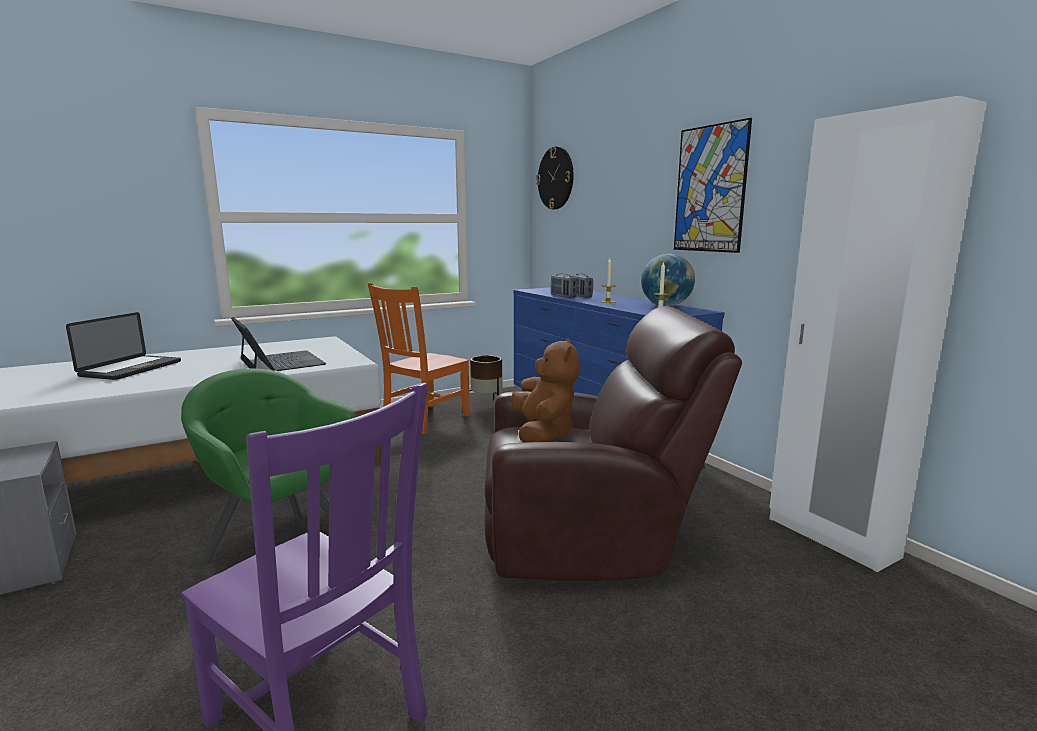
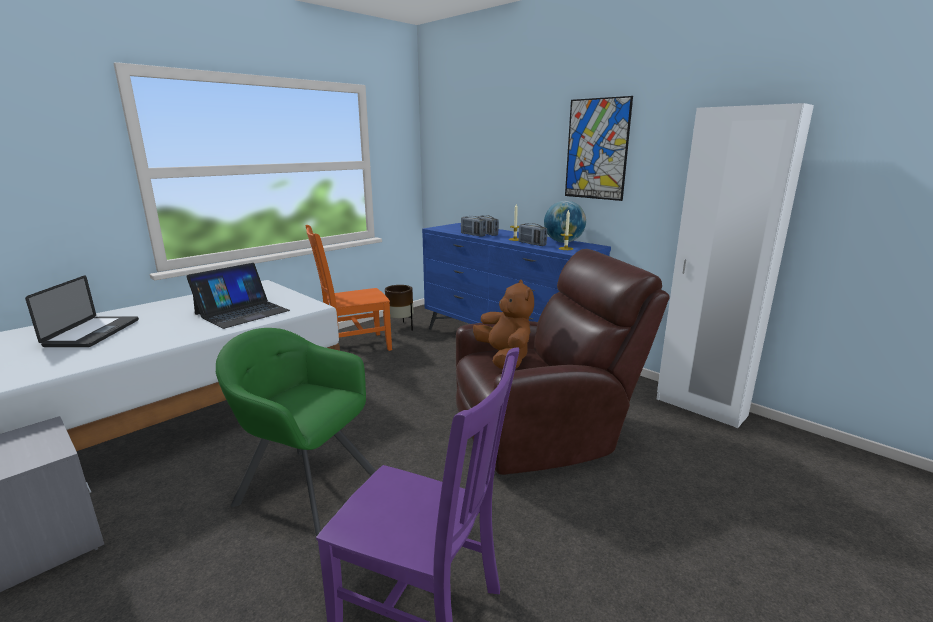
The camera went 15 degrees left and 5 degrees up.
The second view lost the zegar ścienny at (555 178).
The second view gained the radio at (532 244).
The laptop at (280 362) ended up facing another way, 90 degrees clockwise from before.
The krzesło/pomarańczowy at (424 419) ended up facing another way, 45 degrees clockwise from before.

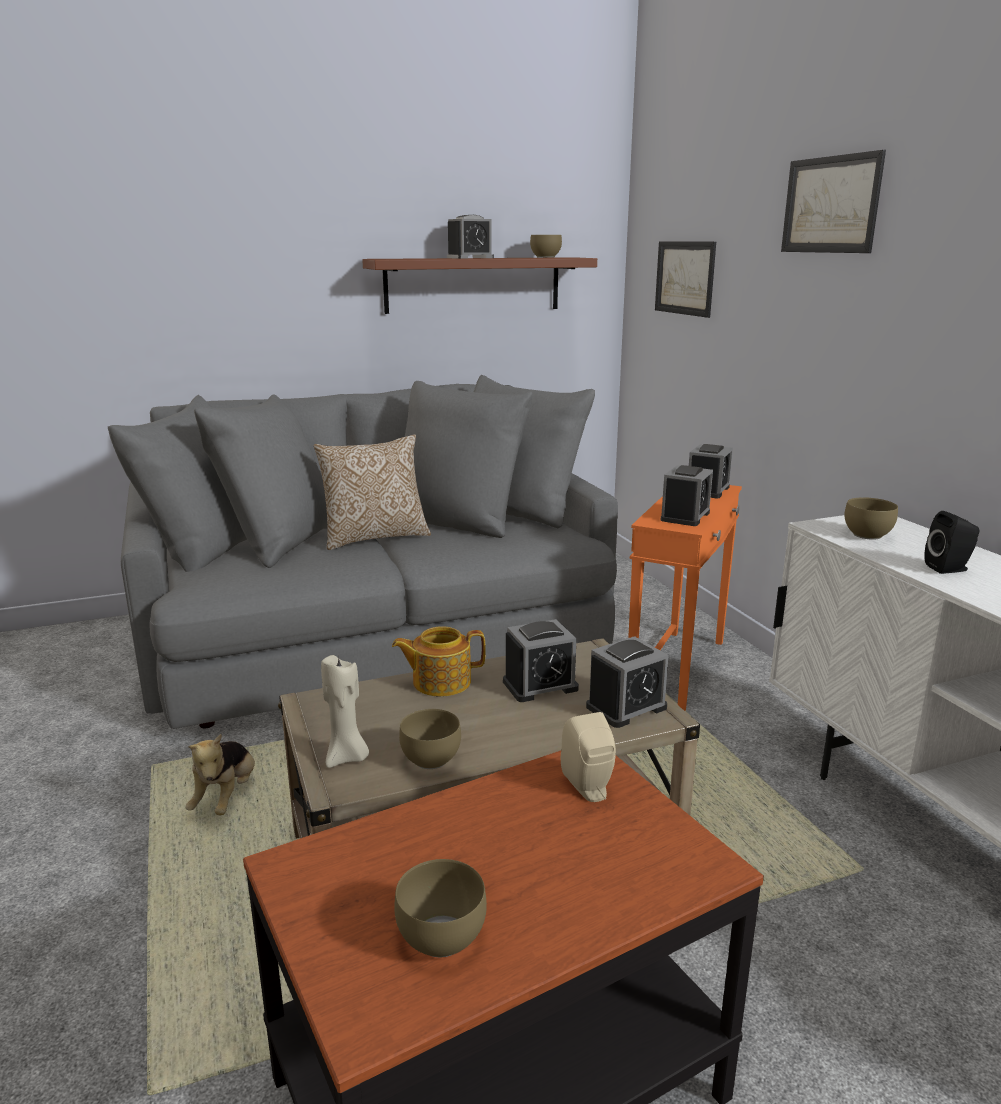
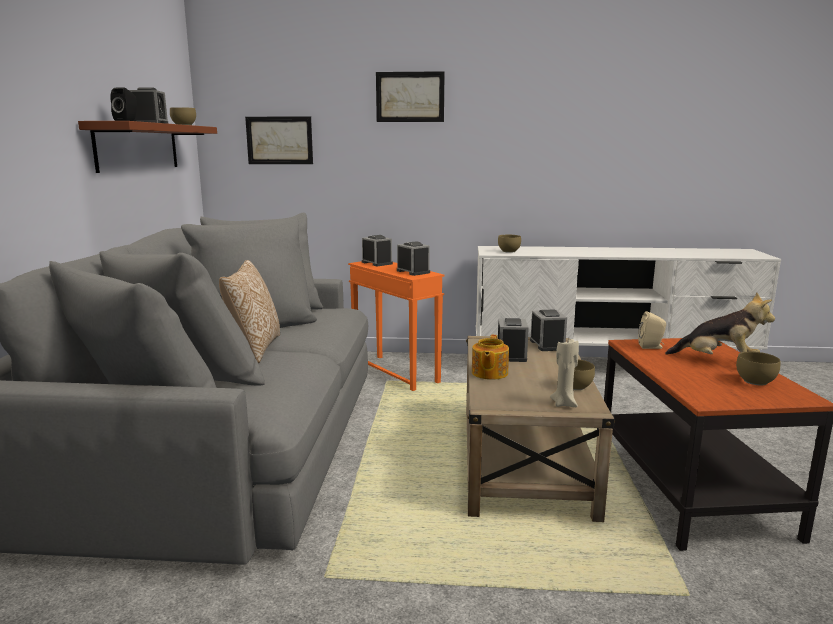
The camera went 65 degrees left and 5 degrees down.
The pluszak ended up elsewhere, having gone from (226 797) to (718 361).
The głośnik/czarny ended up elsewhere, having gone from (949 569) to (127 122).

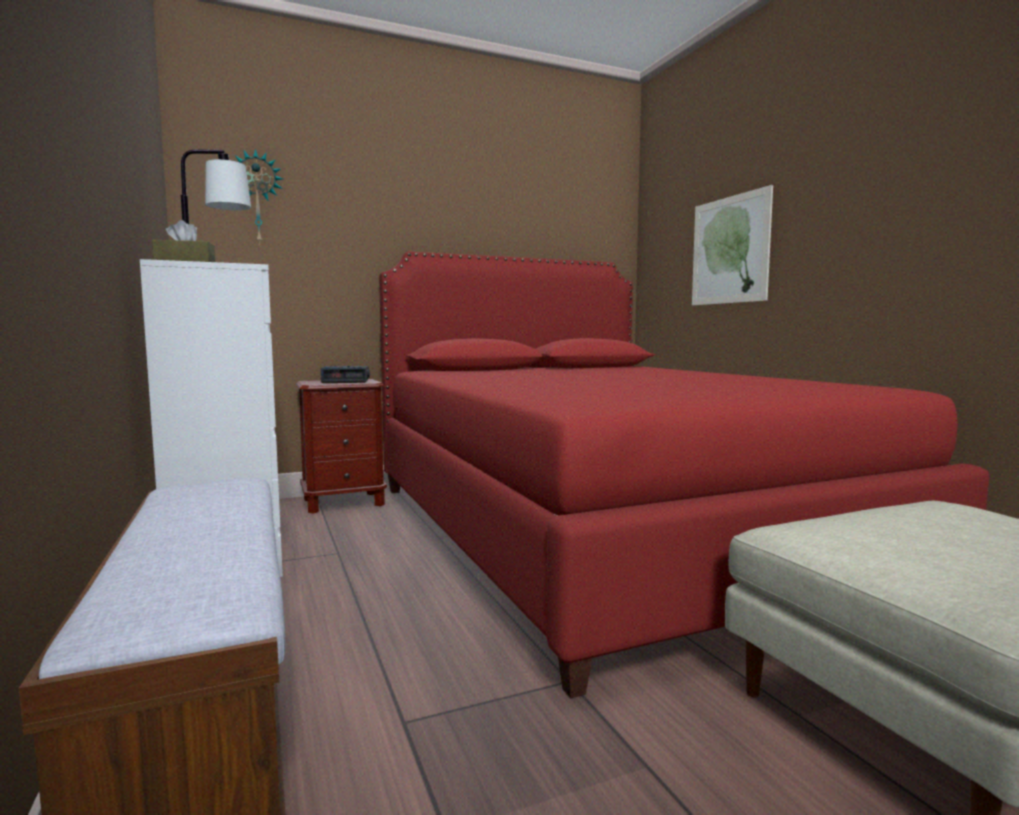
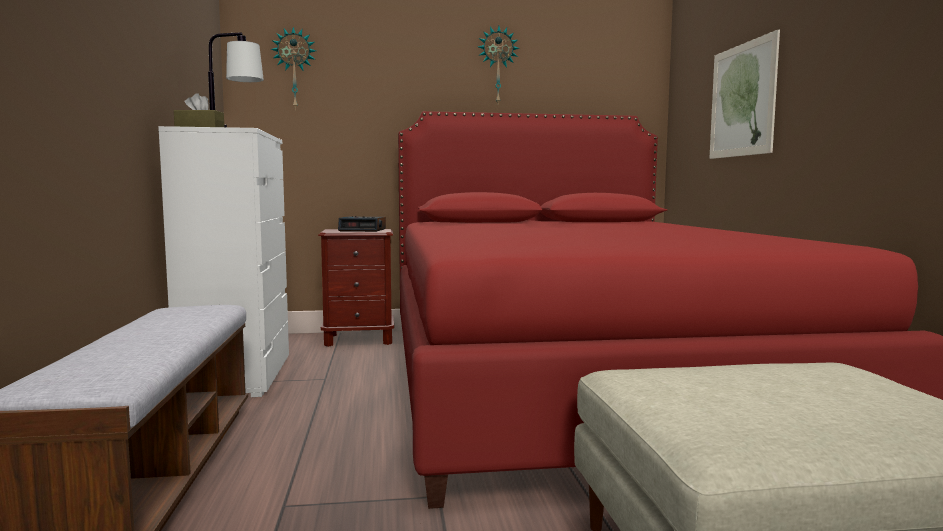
The camera went 15 degrees right and 0 degrees up.
The second view gained the zegar ścienny at (497 66).

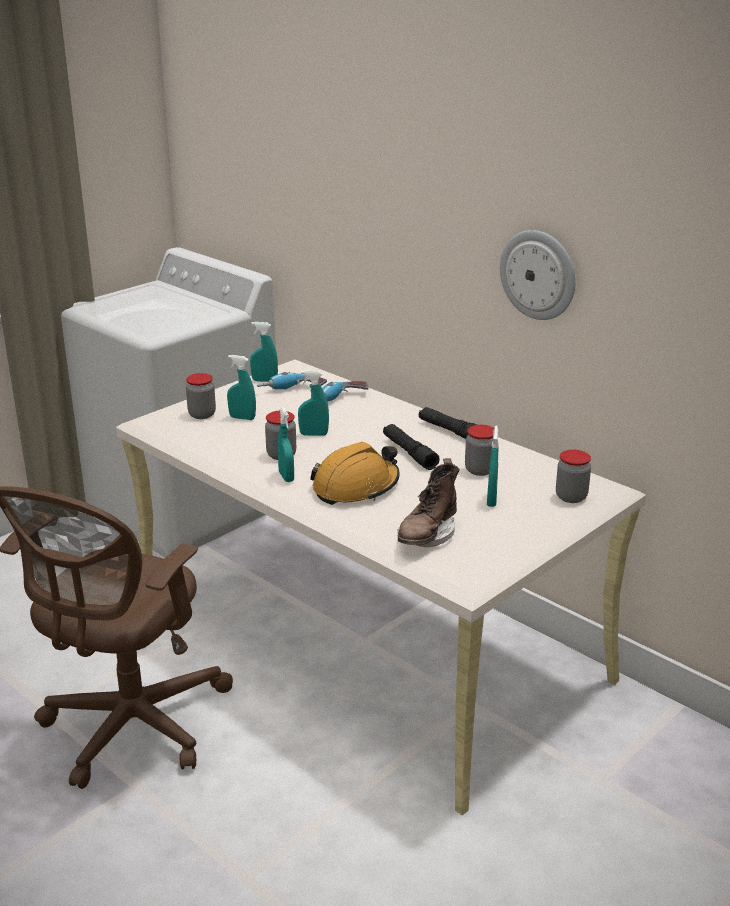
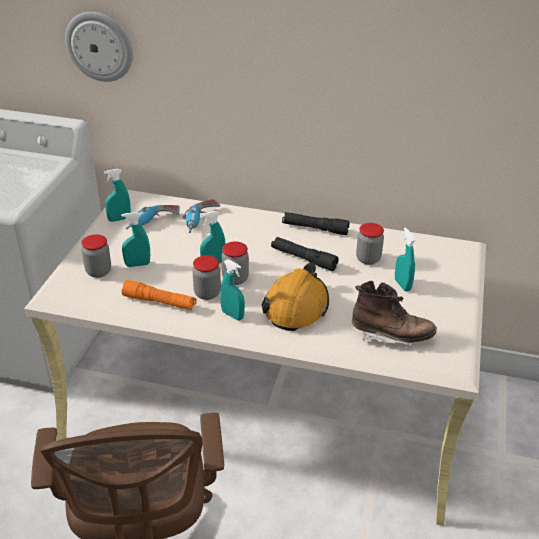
The camera went 30 degrees left and 10 degrees up.
The second view gained the latarka/pomarańczowy at (159 302).
The zegar ścienny ended up elsewhere, having gone from (538 274) to (100 46).
The słoik ended up elsewhere, having gone from (571 497) to (235 279).
The but z cholewką/brązowy at (427 536) ended up facing another way, 75 degrees counterclockwise from before.

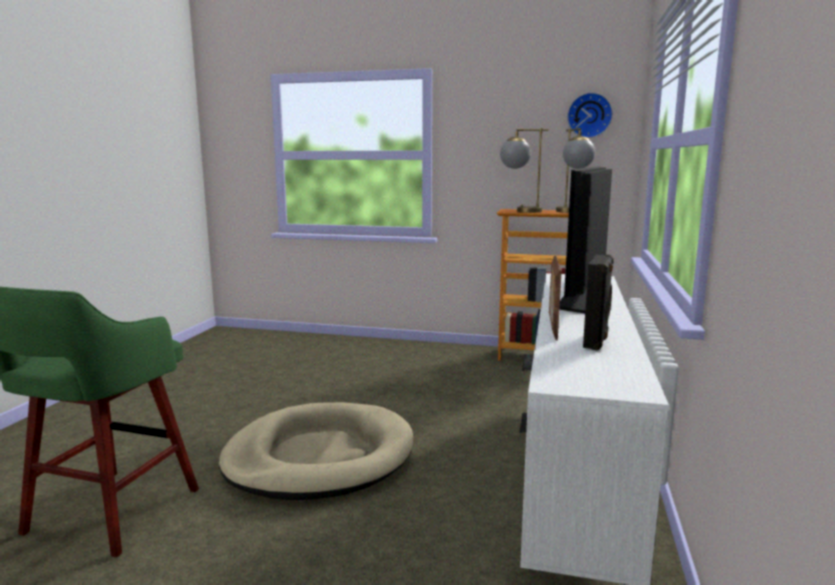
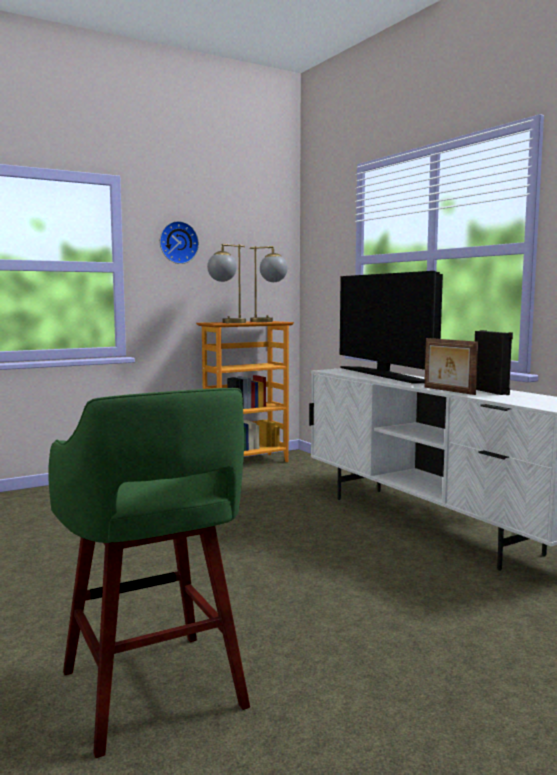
The camera went 45 degrees left and 5 degrees down.
The second view lost the legowisko/beżowy at (319 457).
The zegar ścienny ended up elsewhere, having gone from (589 115) to (178 242).

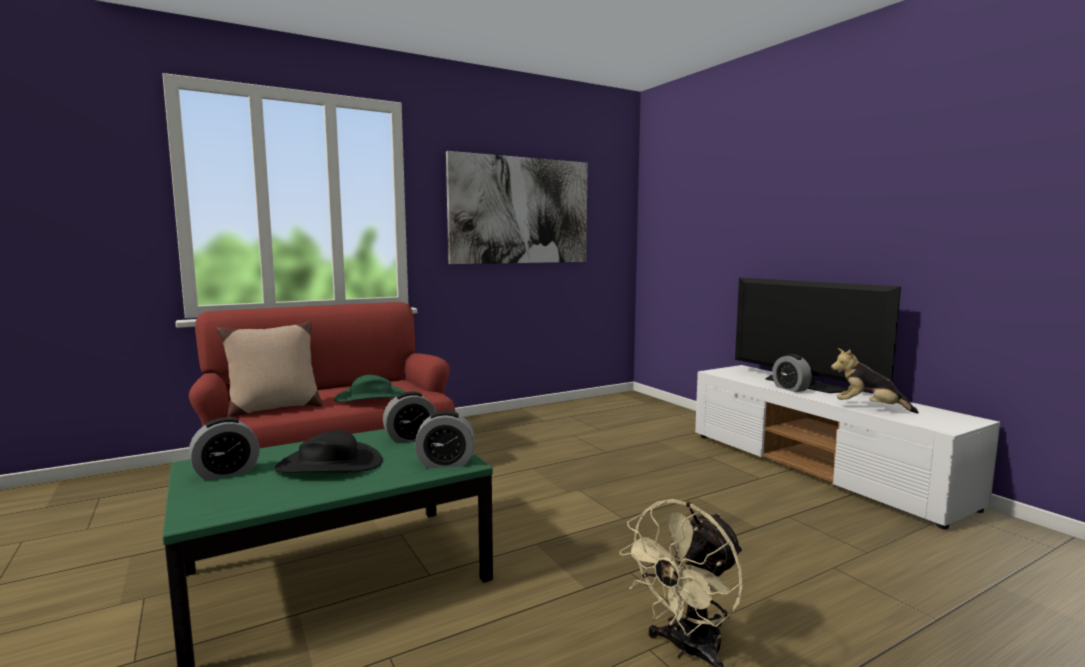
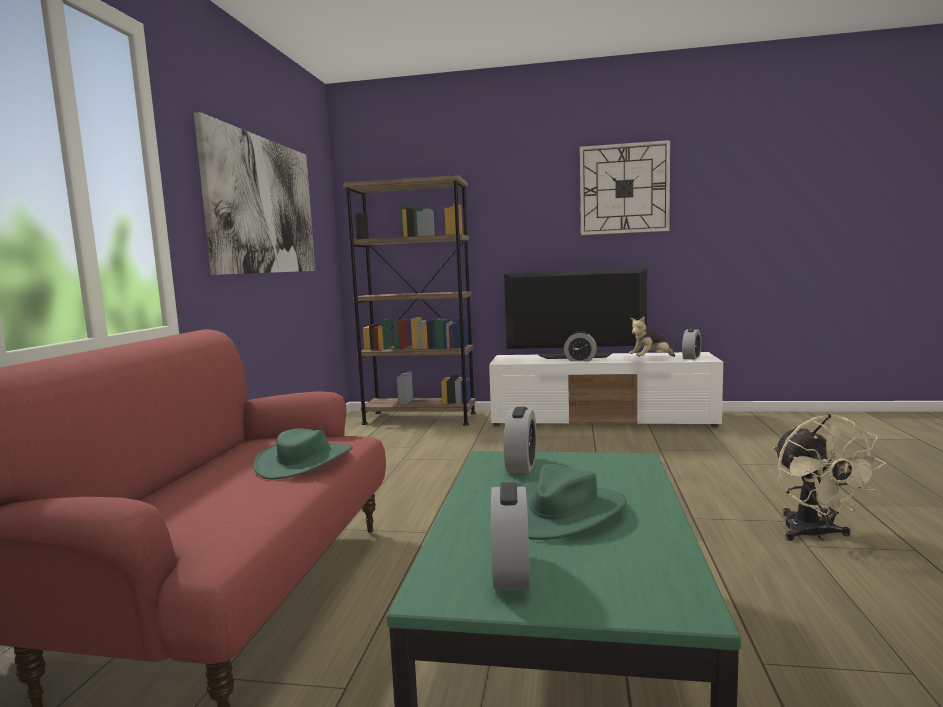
The camera went 50 degrees left and 0 degrees up.
The second view lost the poduszka/beżowy at (273 409).
The second view gained the regał/brązowy at (419 418).
The second view gained the zegar ścienny at (624 189).
The budzik ended up elsewhere, having gone from (445 463) to (691 357).
What was the kapelusz/czarny at (329 465) turned into the kapelusz/zielony at (563 511).

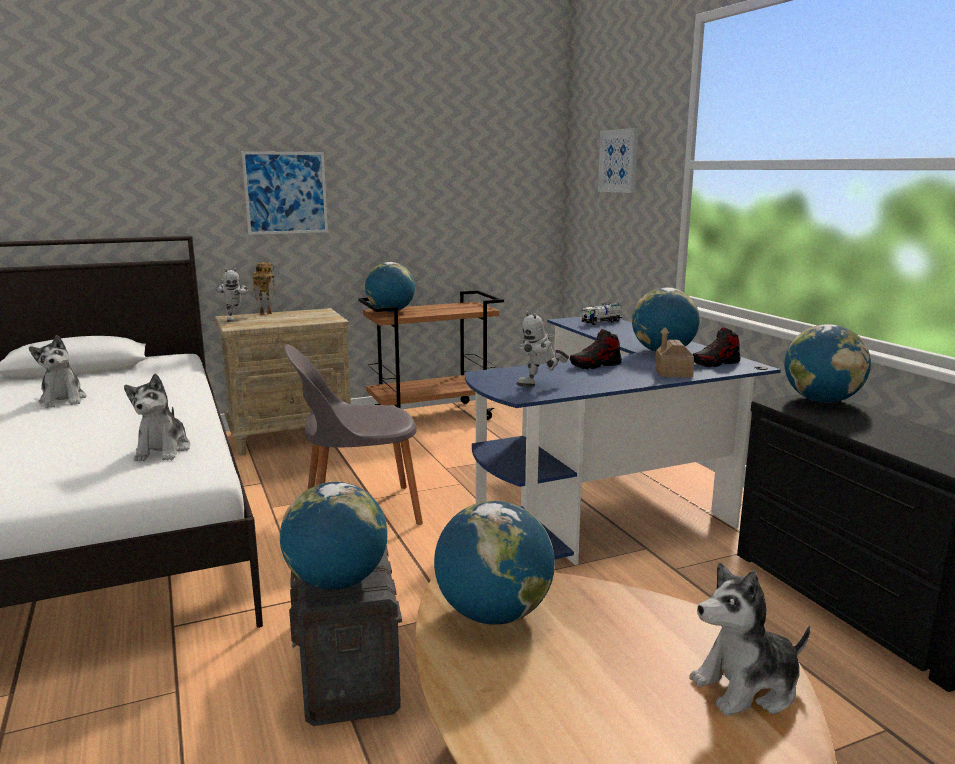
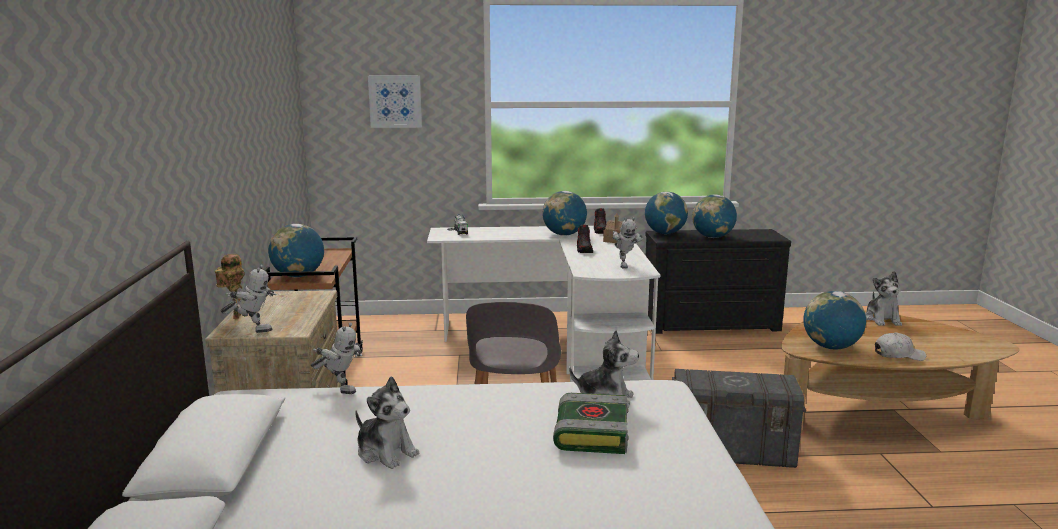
The camera went 70 degrees left and 0 degrees up.
The second view lost the obraz at (286 193).
The second view gained the robot zabawkowy at (340 389).
The second view gained the książka at (590 432).
The second view gained the czapka z daszkiem/biały at (898 355).
The globus ended up elsewhere, having gone from (336 582) to (713 237).
What was the biurko/niebieski at (612 498) turned into the biurko/biały at (560 344).
The pluszak at (63 400) ended up facing another way, 45 degrees clockwise from before.

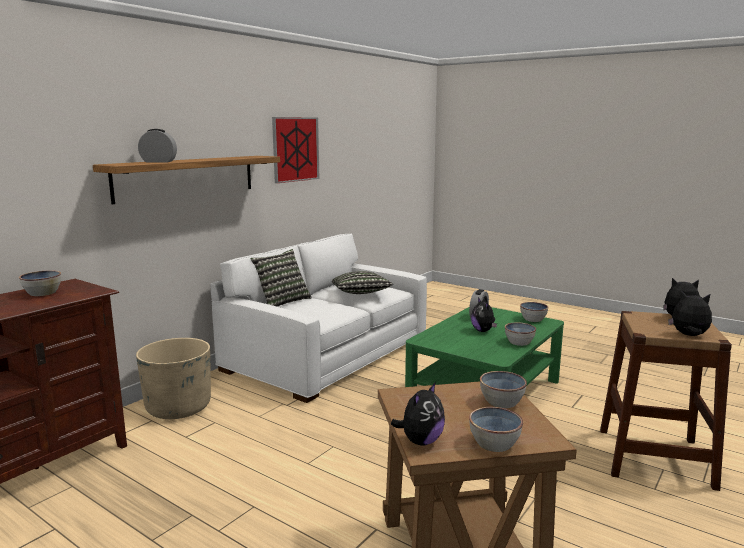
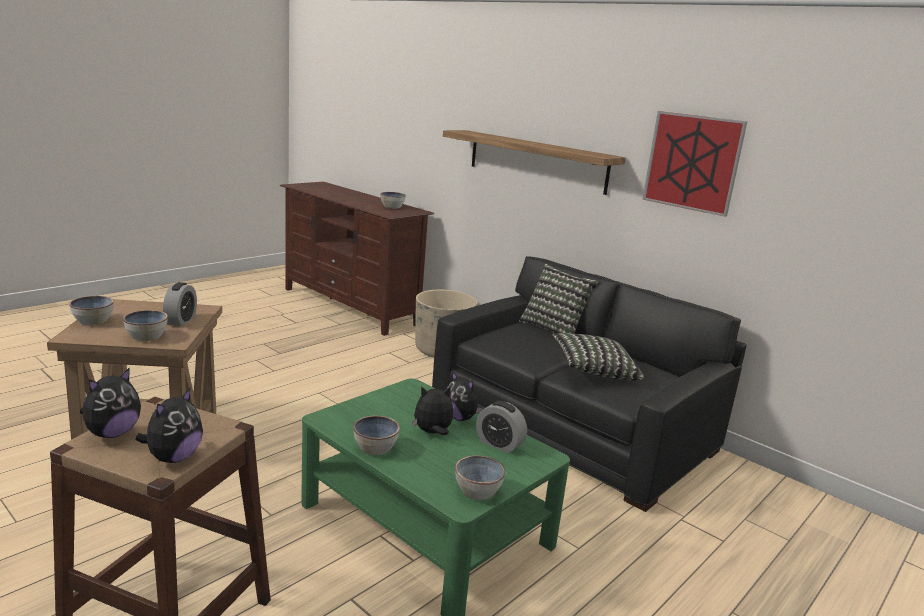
The camera went 95 degrees right and 5 degrees up.
The budzik ended up elsewhere, having gone from (158 162) to (181 320).
The pluszak ended up elsewhere, having gone from (420 441) to (461 418).
What was the kanapa/biały at (327 353) turned into the kanapa/czarny at (574 425).

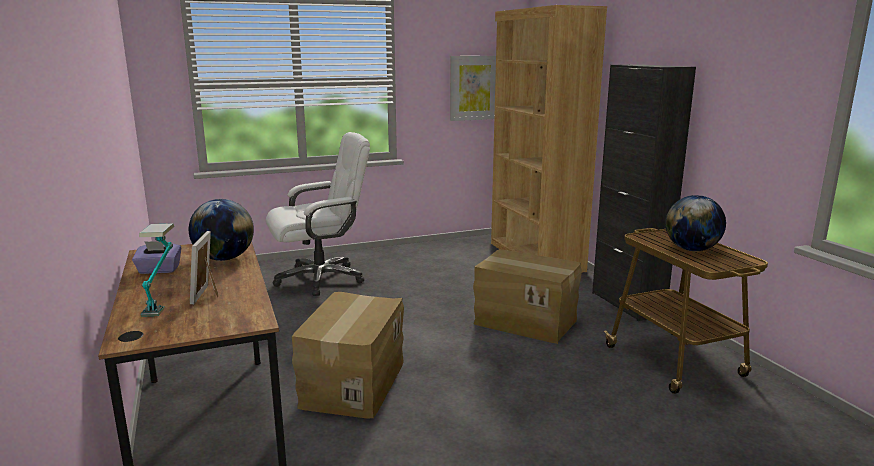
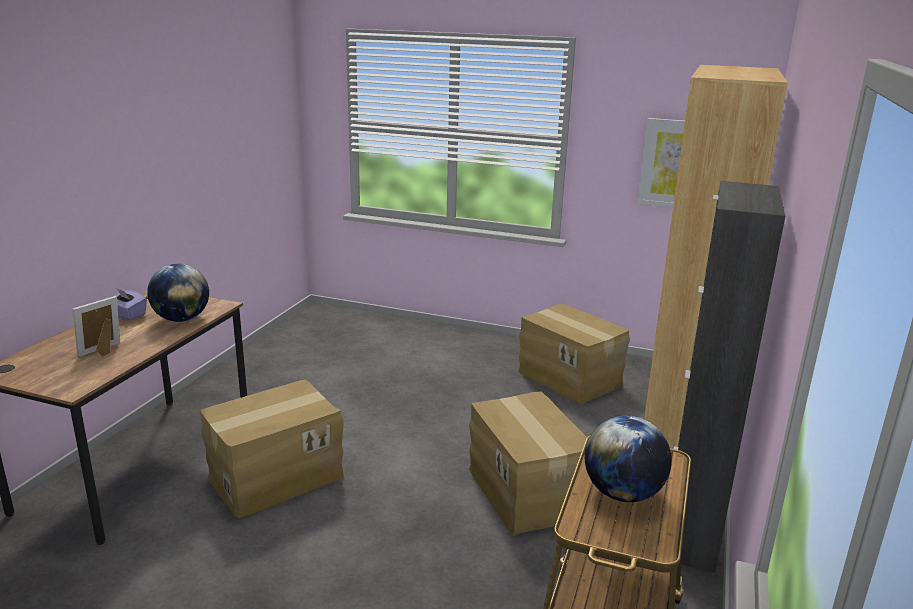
The camera went 40 degrees right and 5 degrees up.
The second view lost the lampa stołowa at (162 301).
The second view lost the krzesło biurowe/biały at (321 279).
The second view gained the karton at (570 378).

